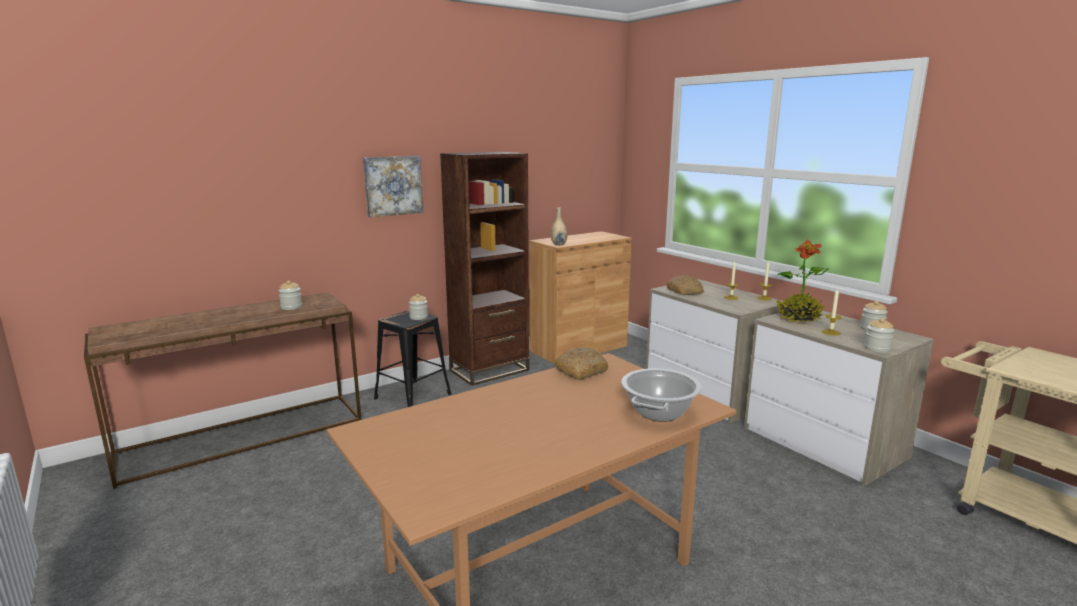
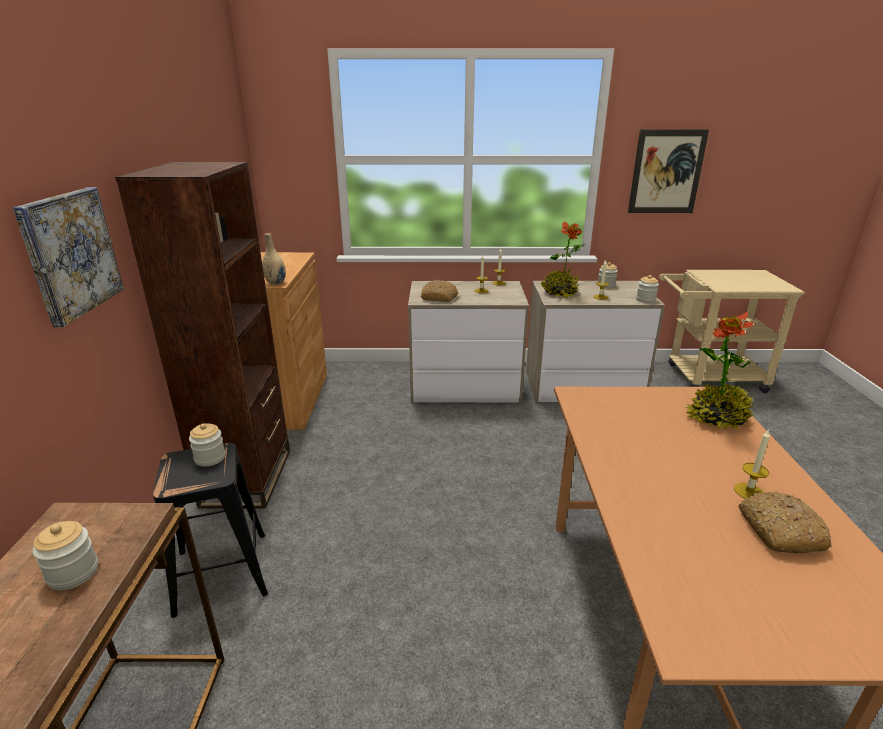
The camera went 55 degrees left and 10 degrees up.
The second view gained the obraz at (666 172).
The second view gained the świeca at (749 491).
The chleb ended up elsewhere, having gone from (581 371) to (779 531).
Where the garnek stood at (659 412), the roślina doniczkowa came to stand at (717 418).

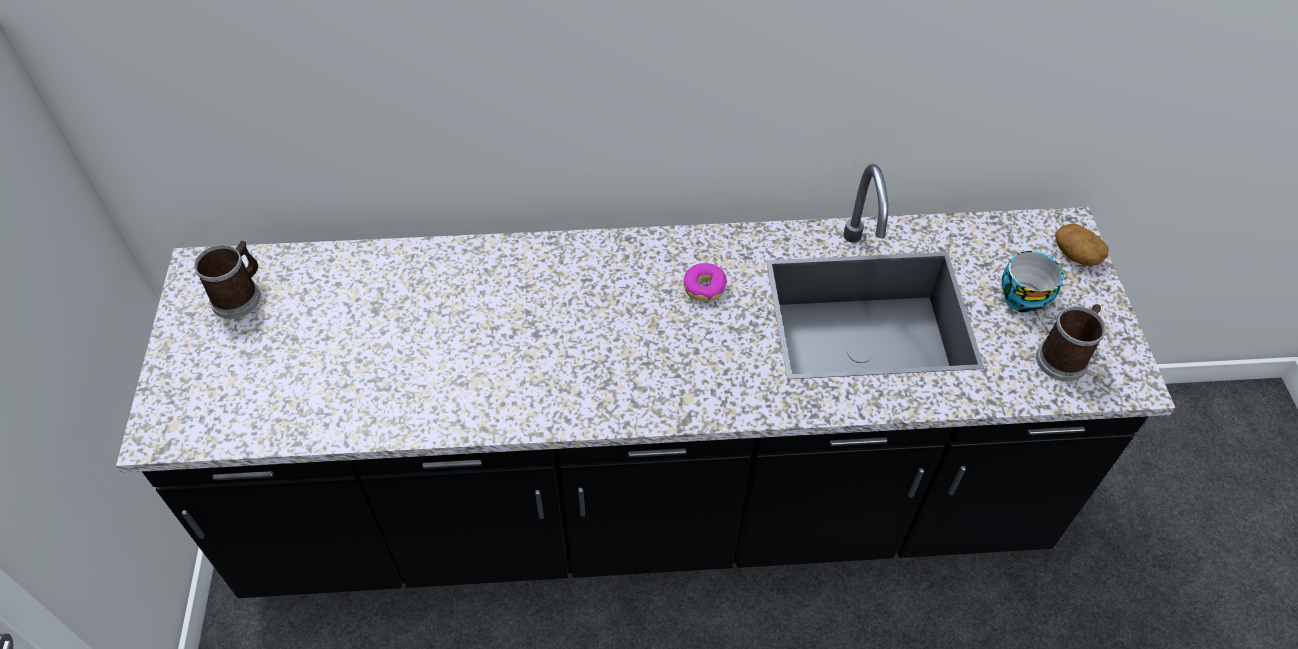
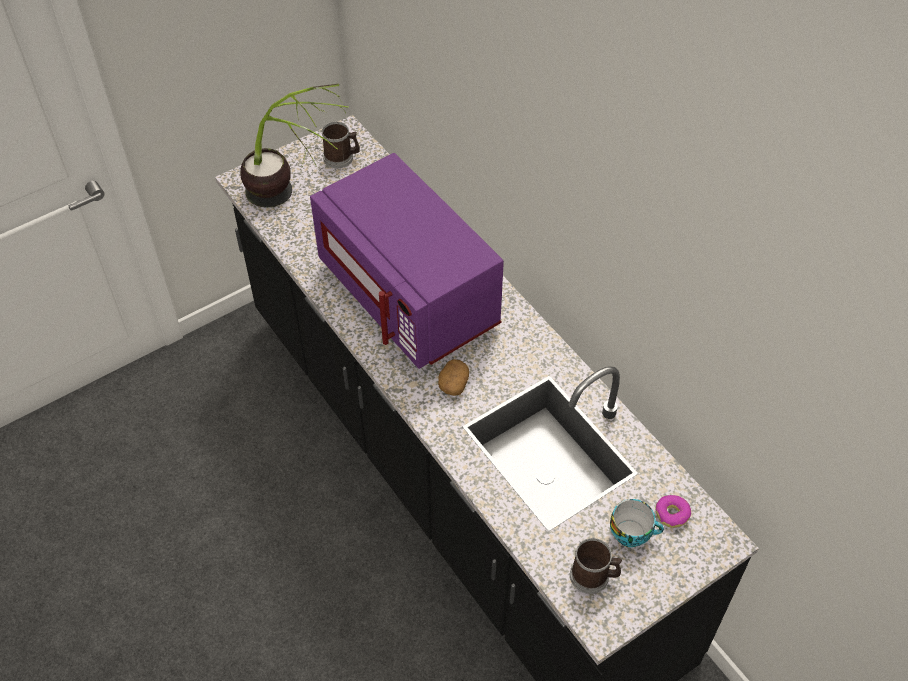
The camera went 60 degrees right and 0 degrees up.
The second view gained the roślina doniczkowa at (294 199).
The second view gained the mikrofalówka/fioletowy at (410 295).
The donut ended up elsewhere, having gone from (704 287) to (672 514).
The ziemniak ended up elsewhere, having gone from (1075 254) to (453 383).

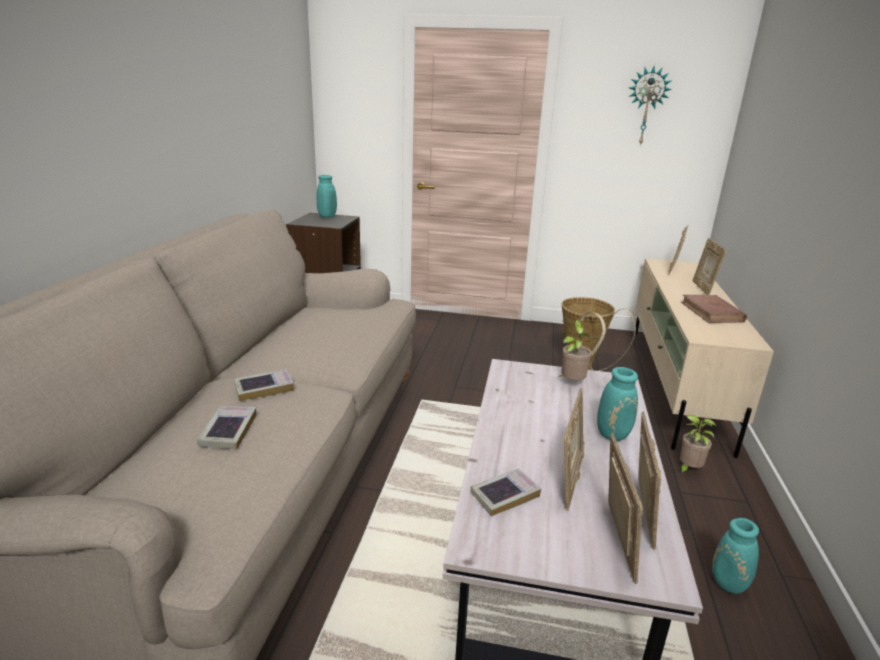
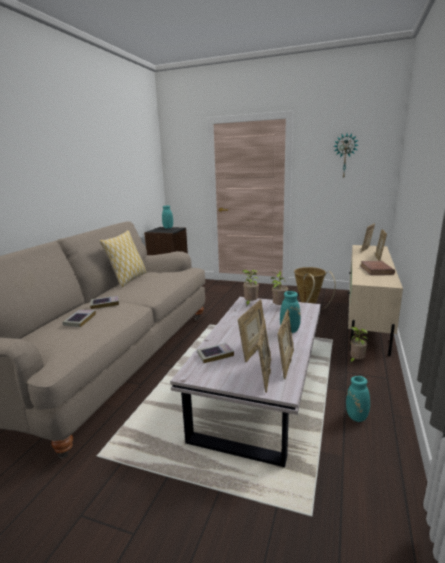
The camera went 10 degrees right and 5 degrees down.
The second view gained the poduszka at (128 280).
The second view gained the roślina doniczkowa at (250 303).

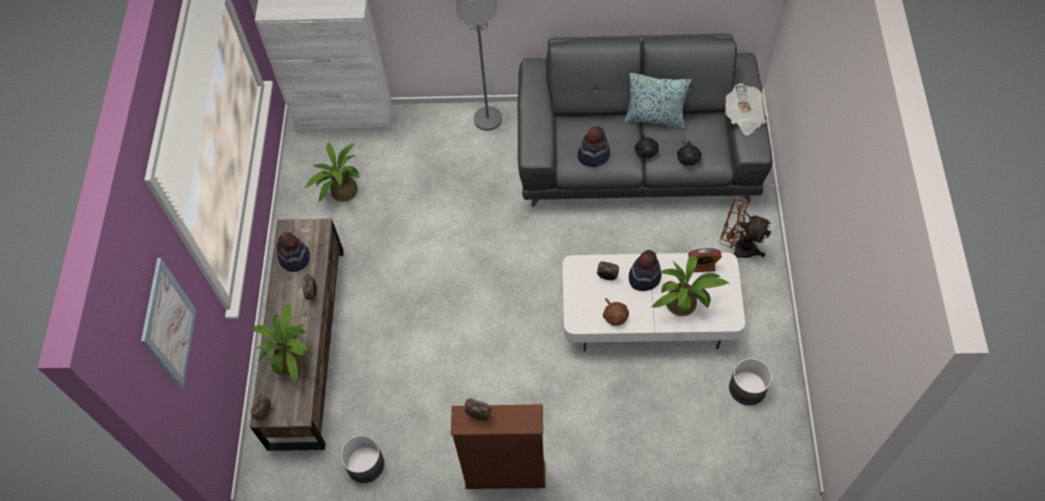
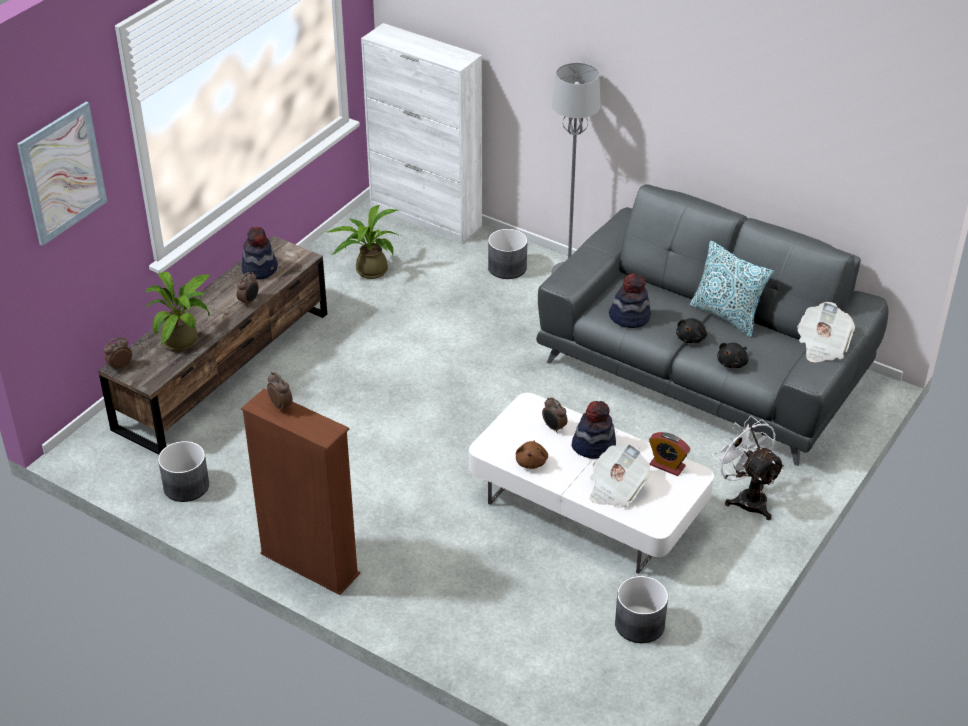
The camera went 30 degrees right and 20 degrees down.
The second view gained the donica/szary at (507 267).
Where the roślina doniczkowa stood at (685 305), the gazeta came to stand at (616 488).
What was the wentylator/brązowy at (738 247) turned into the wentylator/biały at (746 498).

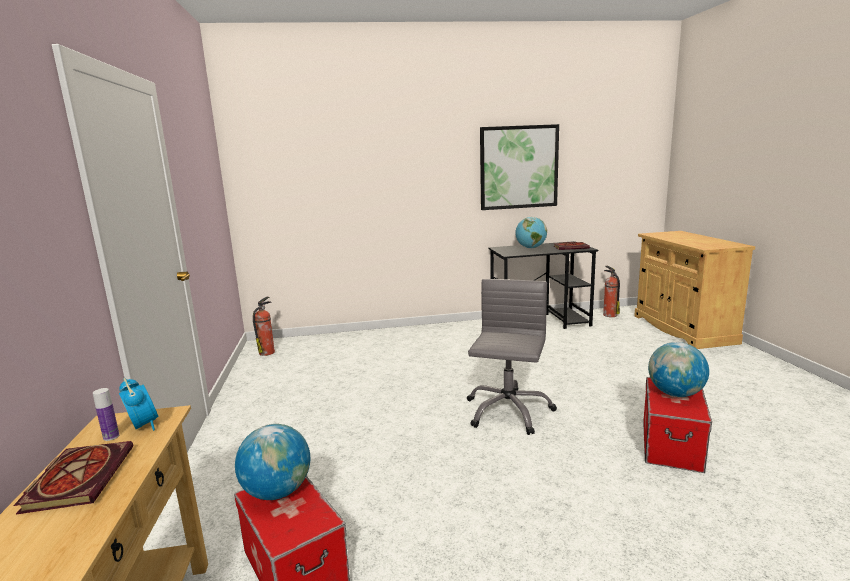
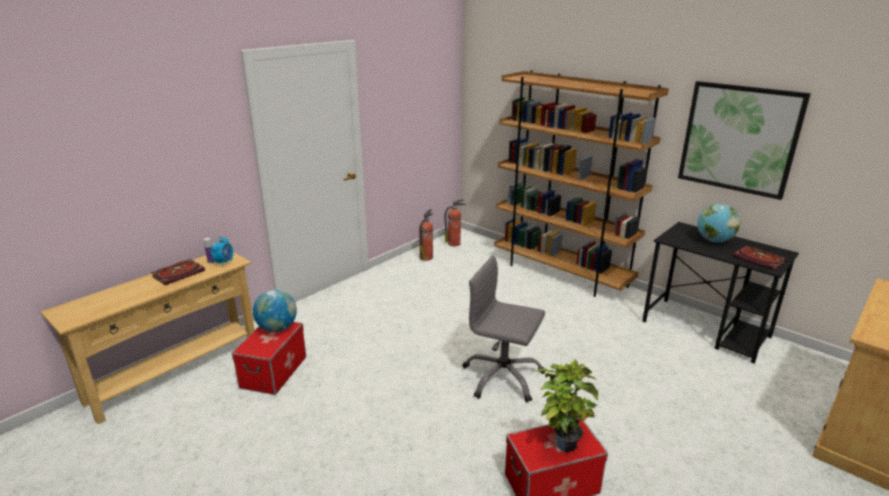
The camera went 50 degrees right and 10 degrees up.
The second view gained the regał/brązowy at (561 273).
The gaśnica ended up elsewhere, having gone from (609 315) to (426 257).
Where the globus stood at (675 394), the roślina doniczkowa came to stand at (562 441).
The krzesło biurowe/szary at (507 411) ended up facing another way, 135 degrees counterclockwise from before.

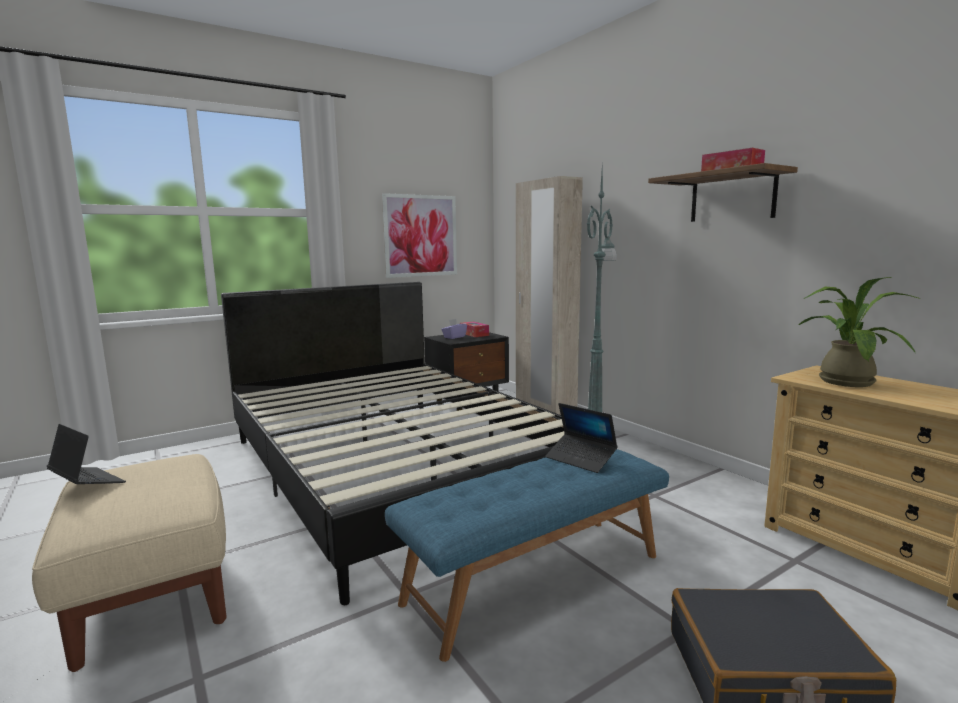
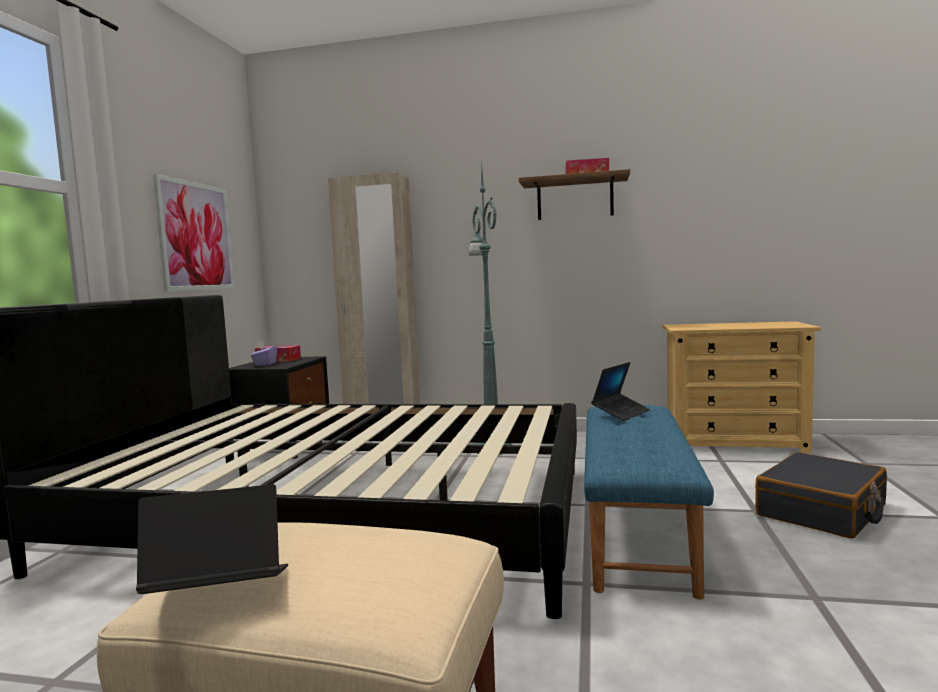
The camera went 45 degrees left and 5 degrees down.
The second view lost the roślina doniczkowa at (844 380).
The laptop at (580 459) ended up facing another way, 45 degrees counterclockwise from before.

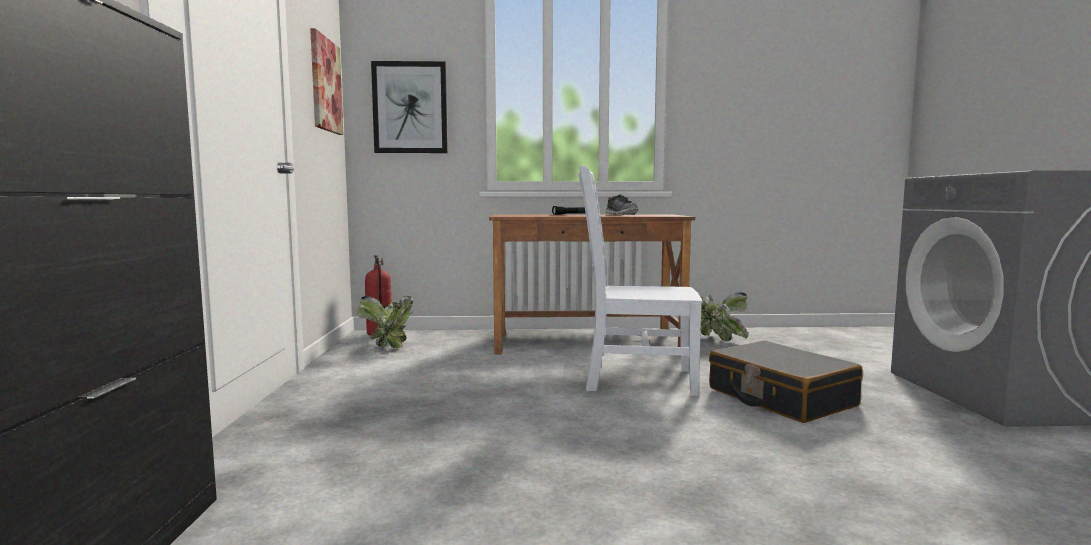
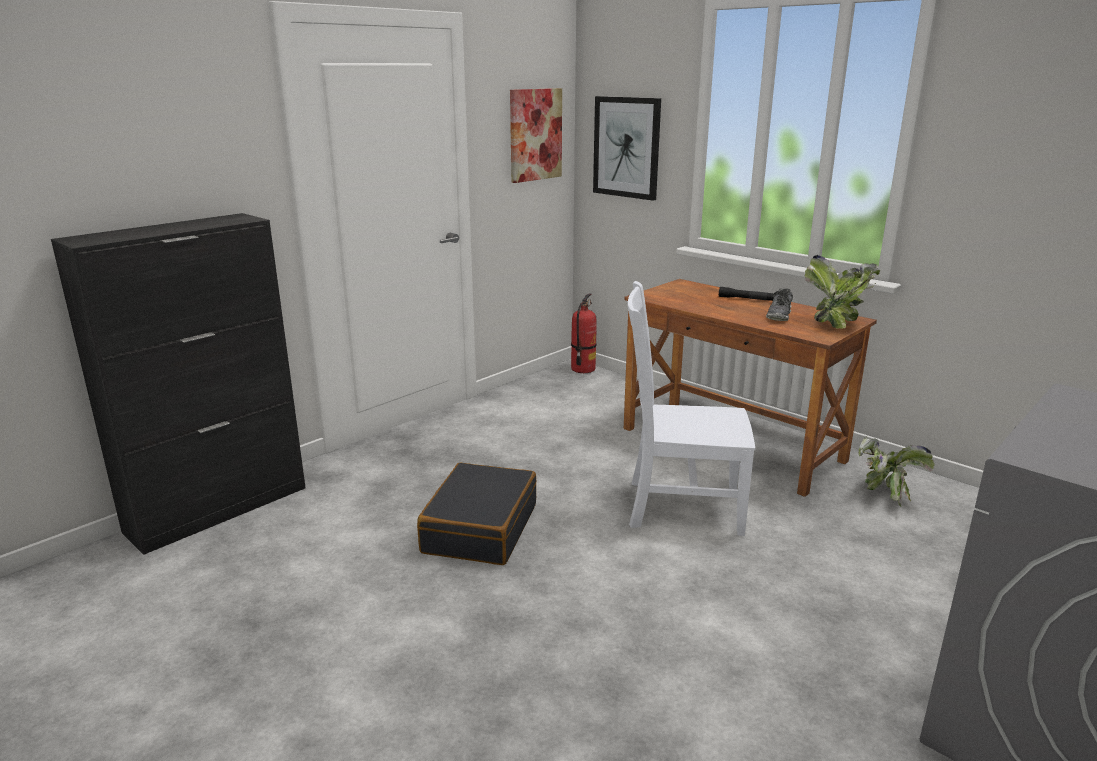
The camera went 45 degrees right and 15 degrees up.
The roślina doniczkowa ended up elsewhere, having gone from (390 346) to (836 323).
The walizka/czarny ended up elsewhere, having gone from (780 397) to (479 528).
The krzesło/biały at (635 379) ended up facing another way, 45 degrees counterclockwise from before.

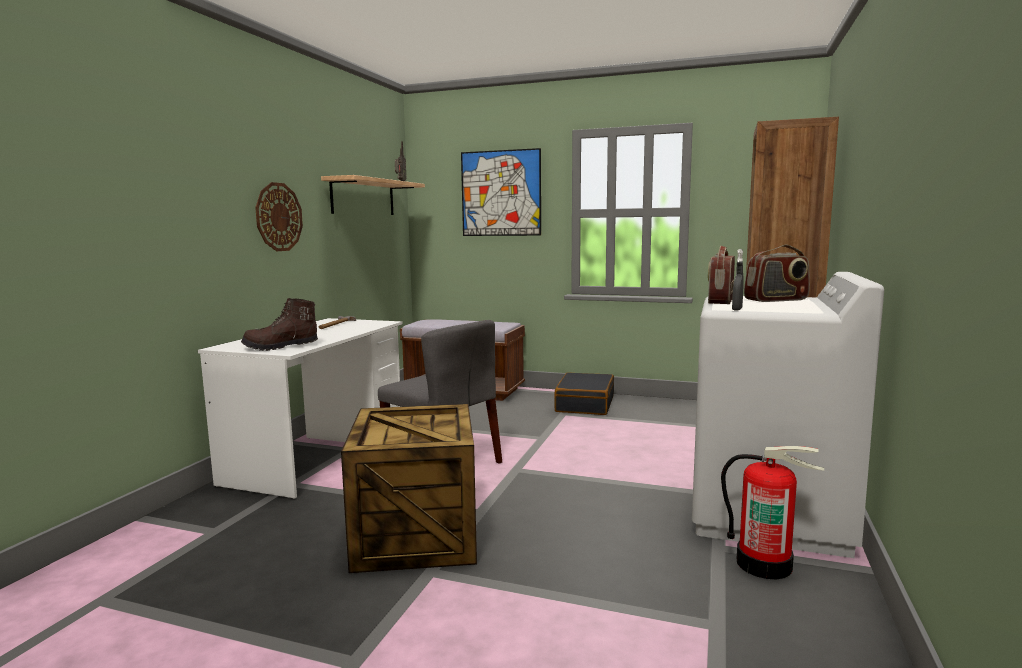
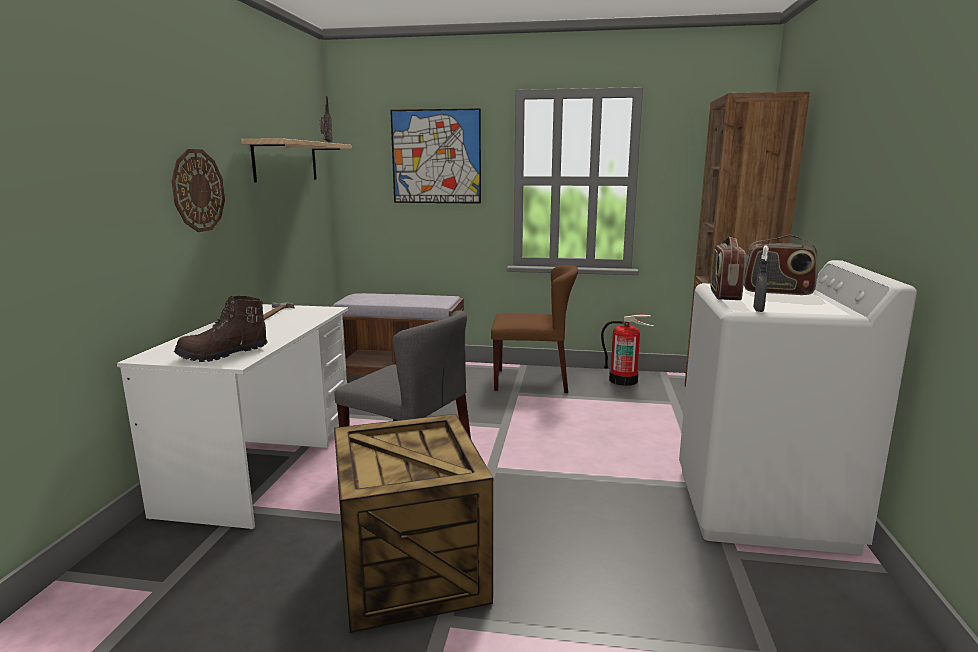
The camera went 10 degrees left and 5 degrees up.
The gaśnica ended up elsewhere, having gone from (764 564) to (623 380).
Where the walizka/czarny stood at (584 404), the krzesło/brązowy came to stand at (532 380).
The radio at (776 300) ended up facing another way, 45 degrees clockwise from before.

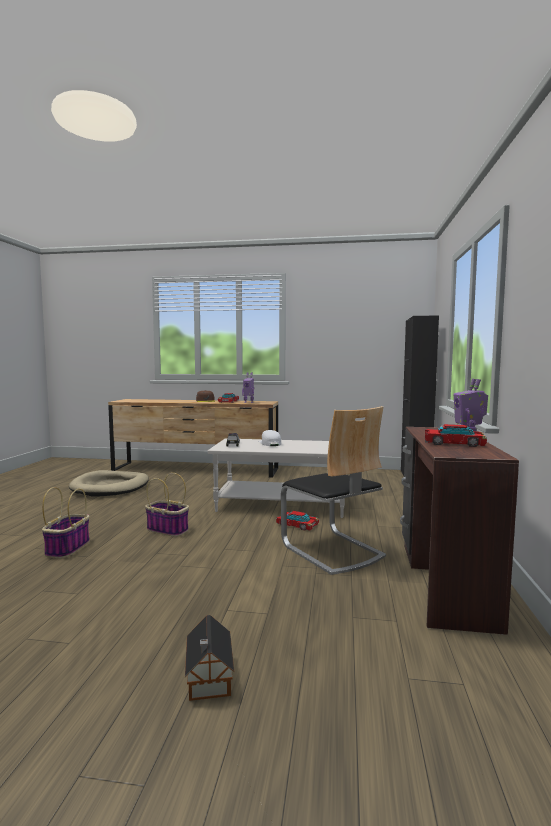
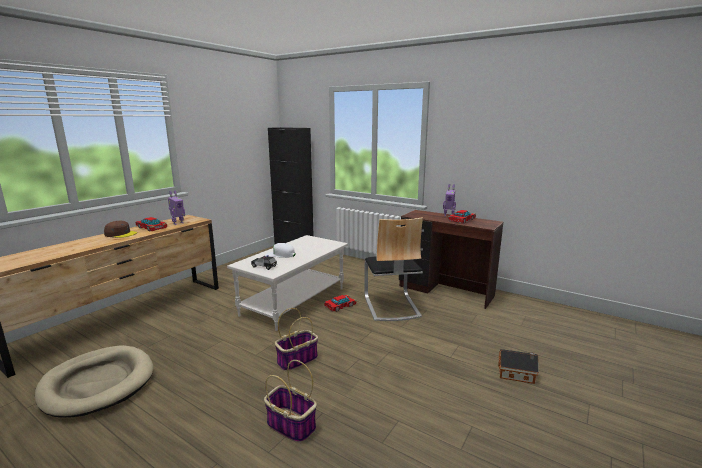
The camera went 65 degrees left and 10 degrees up.
The krzesło at (332 550) ended up facing another way, 90 degrees clockwise from before.

